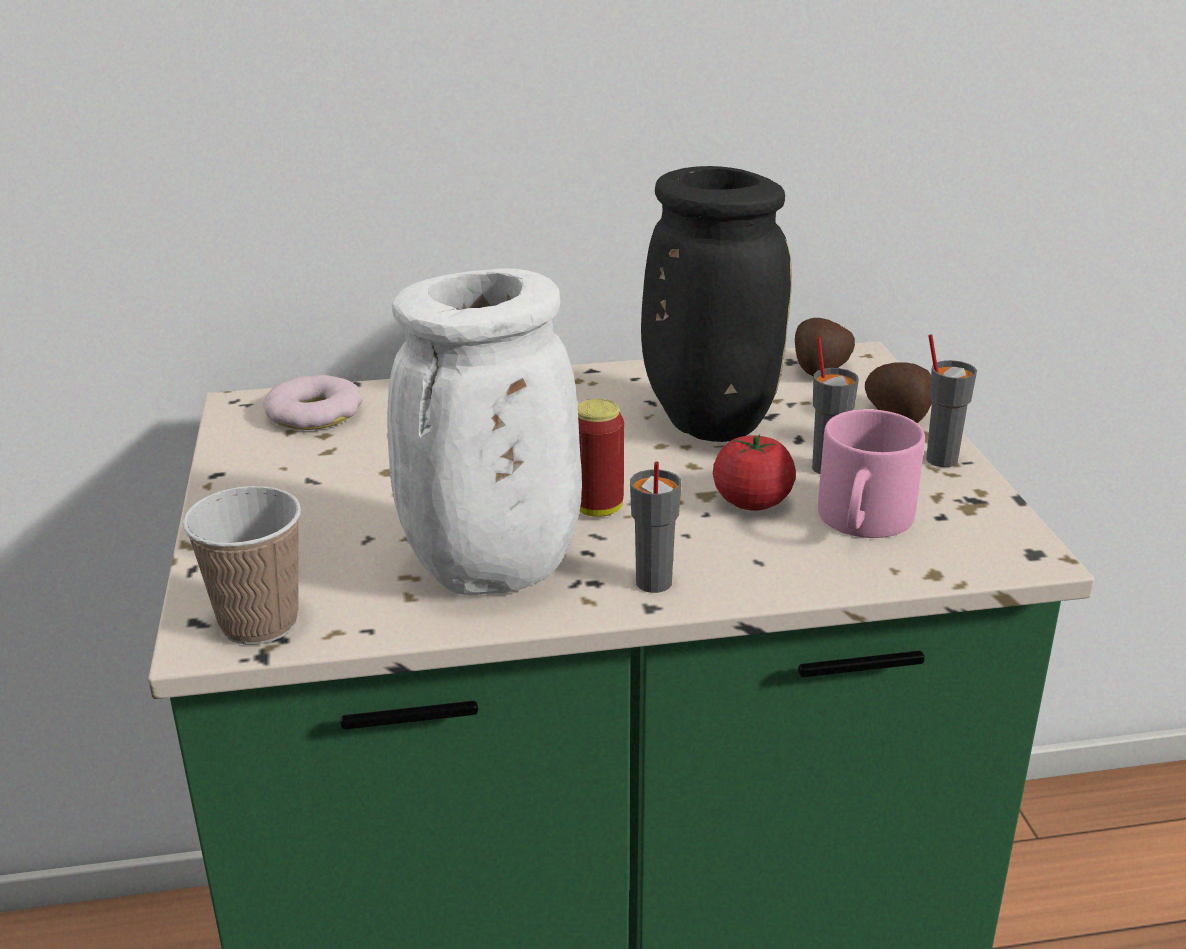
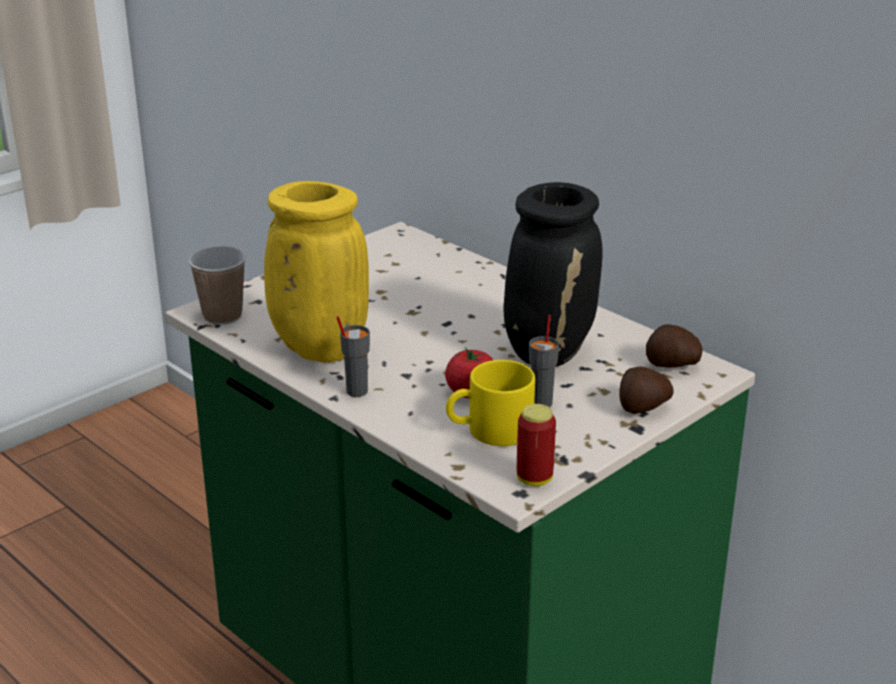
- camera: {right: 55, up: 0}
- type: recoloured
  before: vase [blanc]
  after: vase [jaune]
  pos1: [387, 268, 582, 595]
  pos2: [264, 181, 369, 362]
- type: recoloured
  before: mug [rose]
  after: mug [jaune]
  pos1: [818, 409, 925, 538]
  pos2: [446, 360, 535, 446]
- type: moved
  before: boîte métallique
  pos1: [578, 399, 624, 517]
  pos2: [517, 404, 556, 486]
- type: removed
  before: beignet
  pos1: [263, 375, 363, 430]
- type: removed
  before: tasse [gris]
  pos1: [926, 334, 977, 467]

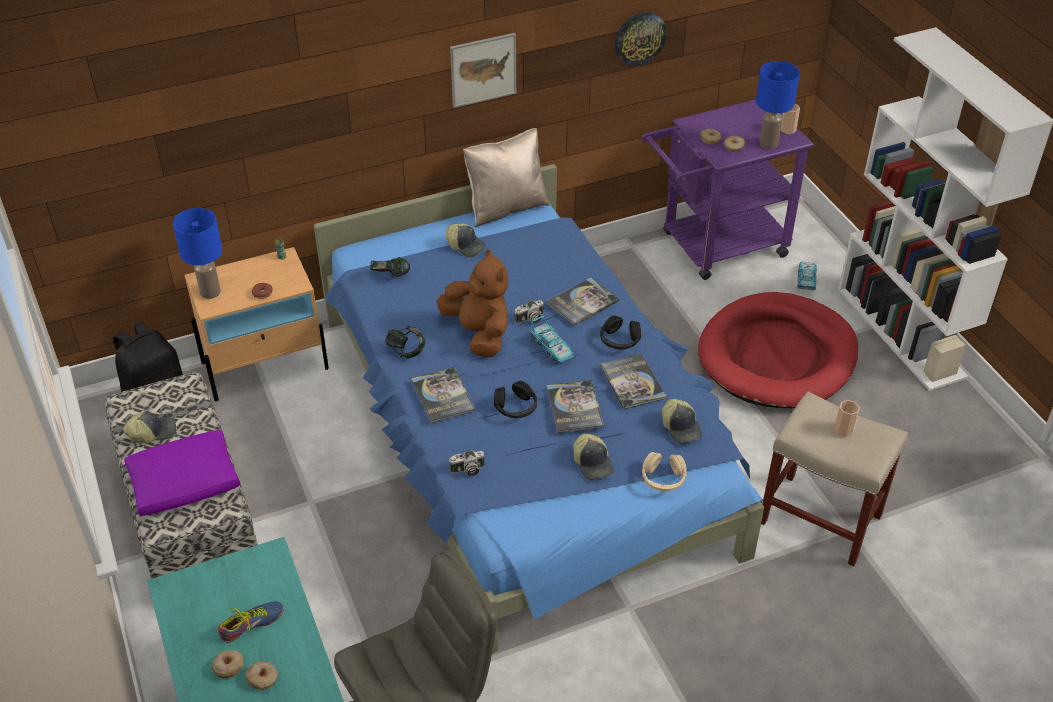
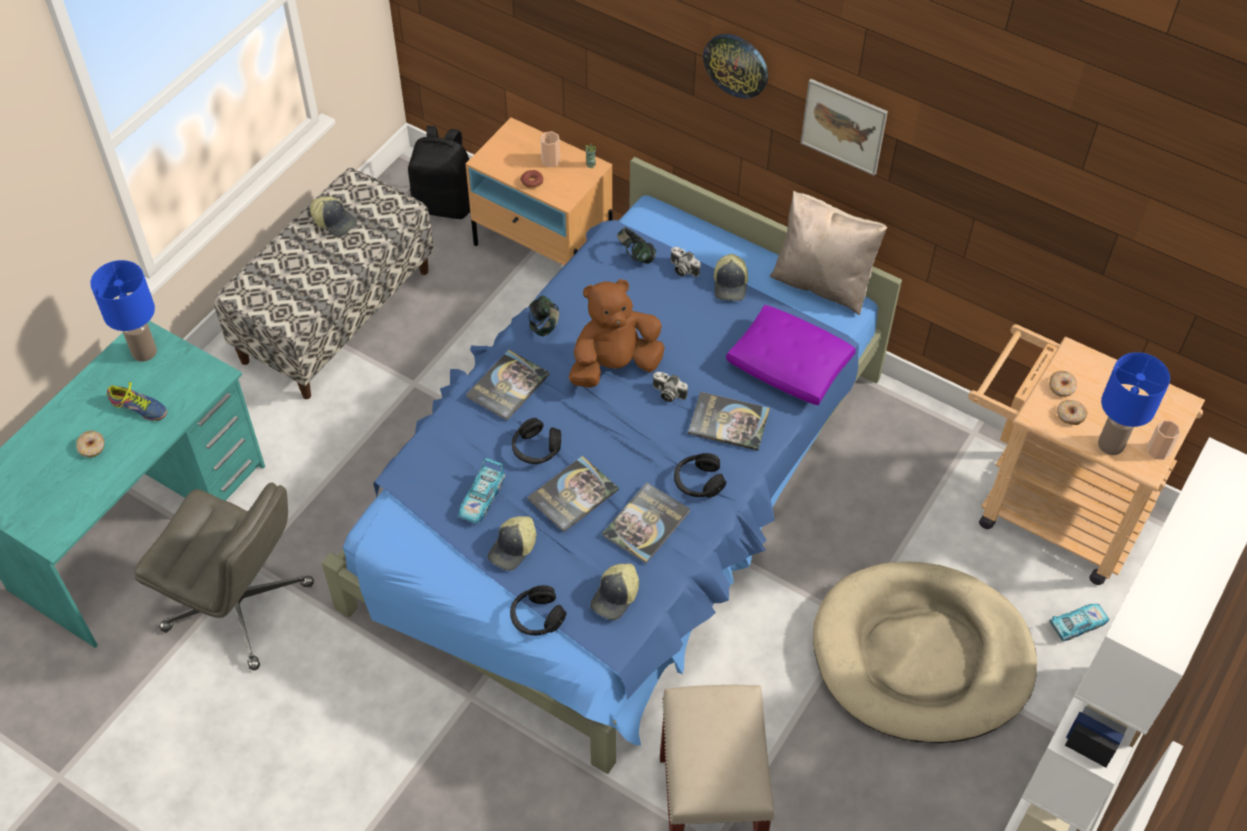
- camera: {right: 55, up: 10}
- type: moved
  before: lampe de table [bleu]
  pos1: [173, 208, 222, 299]
  pos2: [90, 260, 157, 362]
- type: moved
  before: petite voiture
  pos1: [530, 315, 574, 363]
  pos2: [458, 458, 506, 524]
- type: recoloured
  before: casque audio [beige]
  after: casque audio [noir]
  pos1: [642, 452, 687, 491]
  pos2: [510, 585, 567, 636]
- type: moved
  before: tasse
  pos1: [834, 400, 860, 437]
  pos2: [541, 131, 560, 167]
- type: turned
  before: peluche [marron]
  pos1: [437, 250, 508, 357]
  pos2: [569, 279, 665, 388]
  turn: -135
- type: moved
  before: appareil photo
  pos1: [449, 450, 485, 476]
  pos2: [671, 247, 701, 277]
- type: moved
  before: horloge murale
  pos1: [614, 12, 667, 66]
  pos2: [703, 34, 768, 99]
- type: moved
  before: coussin [violet]
  pos1: [124, 430, 240, 516]
  pos2: [726, 305, 856, 405]
- type: recoloured
  before: panier pour chien [rouge]
  after: panier pour chien [beige]
  pos1: [698, 292, 858, 408]
  pos2: [813, 561, 1037, 743]
- type: recoloured
  before: chariot [violet]
  after: chariot [beige]
  pos1: [641, 99, 814, 280]
  pos2: [968, 324, 1205, 585]
- type: removed
  before: beignet
  pos1: [212, 650, 243, 678]

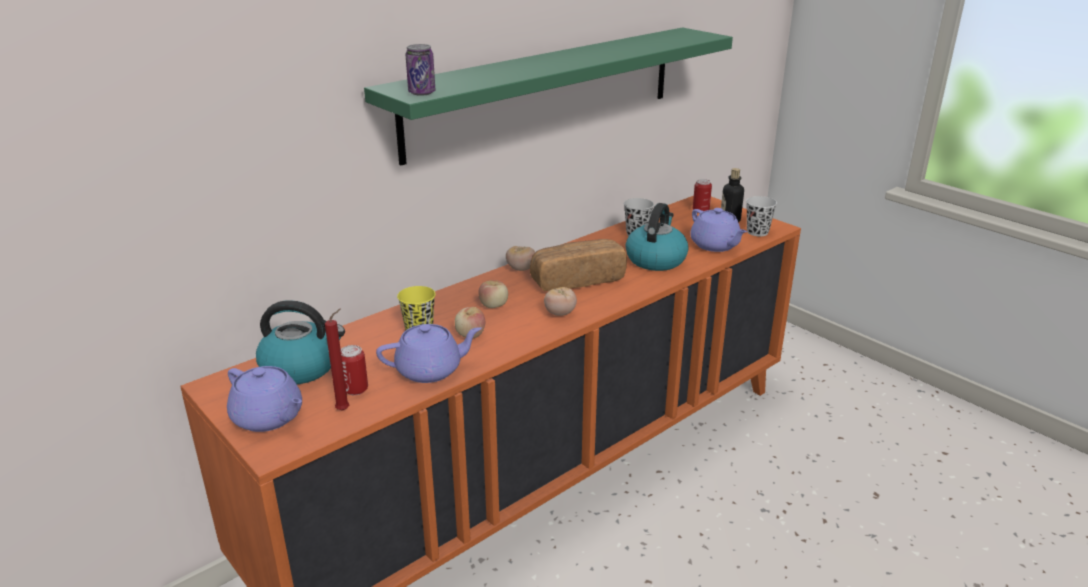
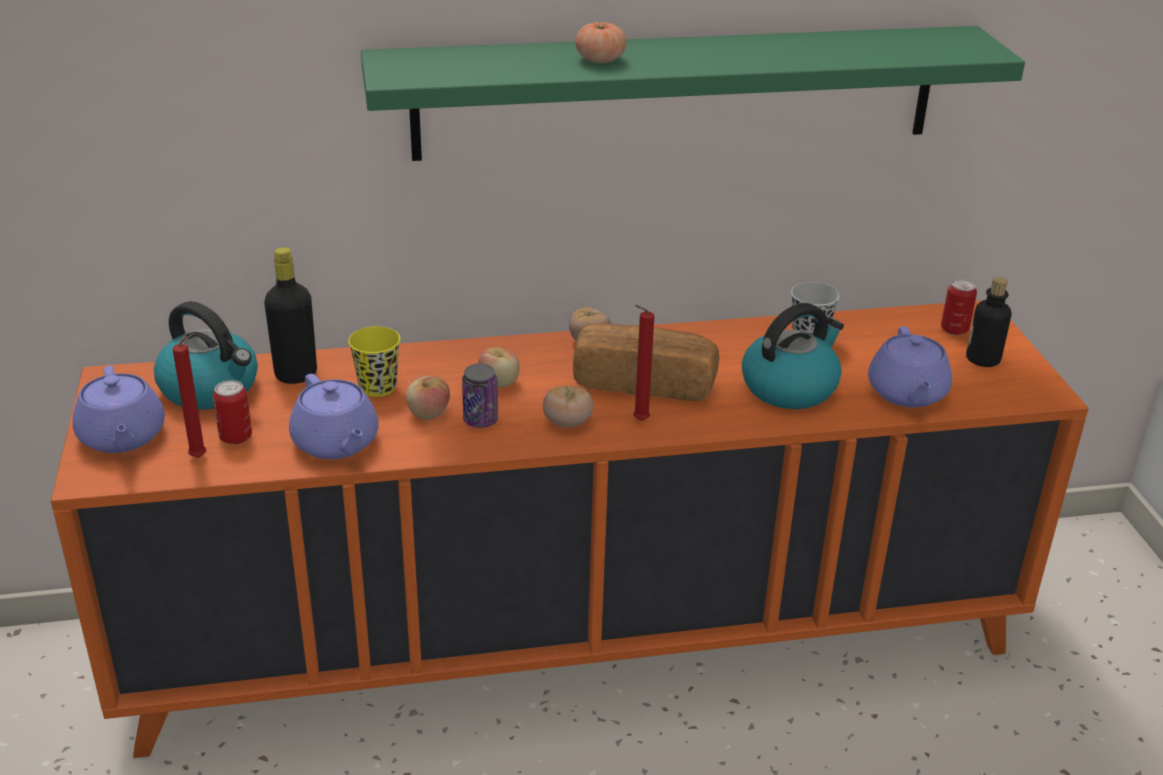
- camera: {right: 30, up: 5}
- type: added
  after: bouteille [noir]
  pos2: [264, 247, 317, 384]
- type: turned
  before: théière [violet]
  pos1: [376, 324, 482, 383]
  pos2: [289, 374, 378, 459]
  turn: 45
- type: moved
  before: boîte métallique
  pos1: [406, 44, 435, 96]
  pos2: [462, 363, 498, 428]
- type: added
  after: tomate
  pos2: [575, 22, 626, 63]
- type: added
  after: bougie [rouge]
  pos2: [633, 305, 654, 421]
- type: removed
  before: tasse [noir]
  pos1: [746, 196, 777, 237]

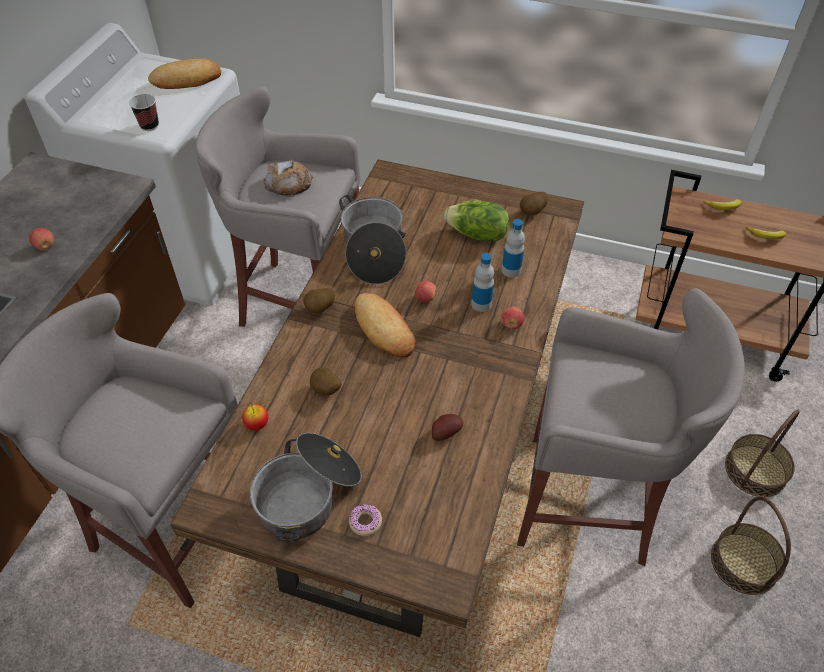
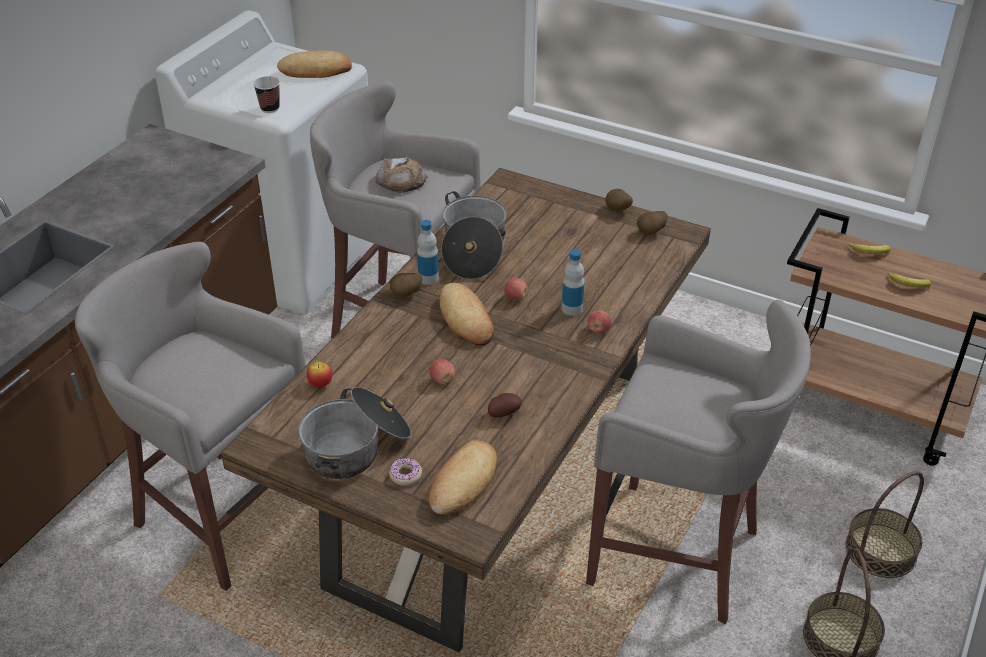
- camera: {right: 10, up: -10}
- type: moved
  before: bouteille
  pos1: [502, 219, 525, 278]
  pos2: [417, 220, 439, 285]
- type: moved
  before: pomme
  pos1: [29, 228, 54, 250]
  pos2: [429, 359, 455, 384]
- type: added
  after: pain
  pos2: [429, 440, 497, 515]
- type: moved
  before: pomme de terre
  pos1: [310, 367, 342, 395]
  pos2: [605, 189, 633, 211]
- type: removed
  before: laitue
  pos1: [444, 200, 509, 241]

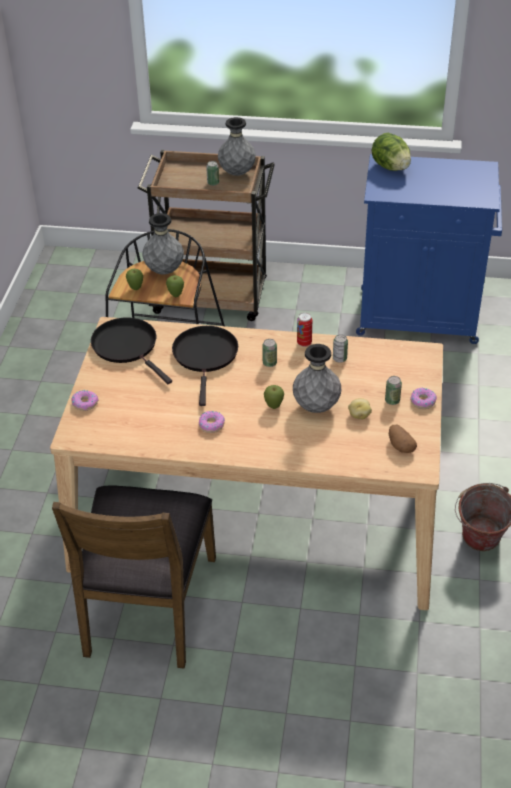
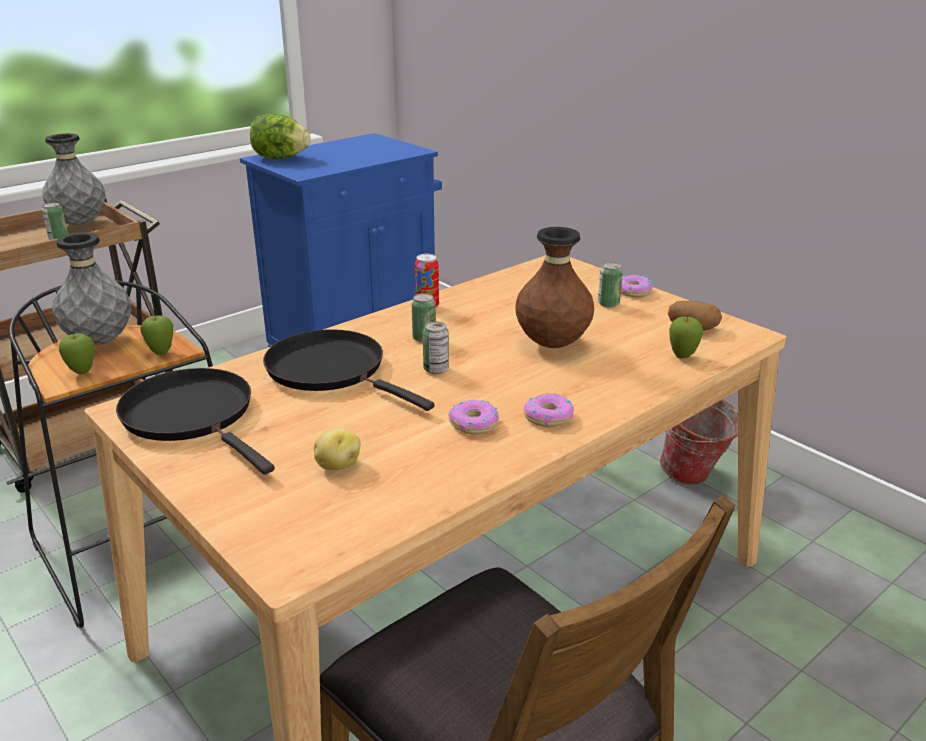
- camera: {right: -50, up: -15}
- type: turned
  before: poêle [noir]
  pos1: [91, 317, 172, 384]
  pos2: [116, 368, 275, 475]
  turn: 45
- type: moved
  before: pomme de terre
  pos1: [348, 398, 372, 419]
  pos2: [314, 428, 360, 470]
- type: moved
  before: boîte métallique
  pos1: [333, 334, 348, 363]
  pos2: [423, 322, 449, 374]
- type: recoloured
  before: vase [gris]
  after: vase [marron]
  pos1: [293, 344, 341, 413]
  pos2: [515, 227, 594, 348]
- type: moved
  before: beignet
  pos1: [71, 390, 99, 411]
  pos2: [524, 393, 574, 427]
- type: moved
  before: pomme
  pos1: [264, 385, 284, 409]
  pos2: [669, 317, 703, 359]

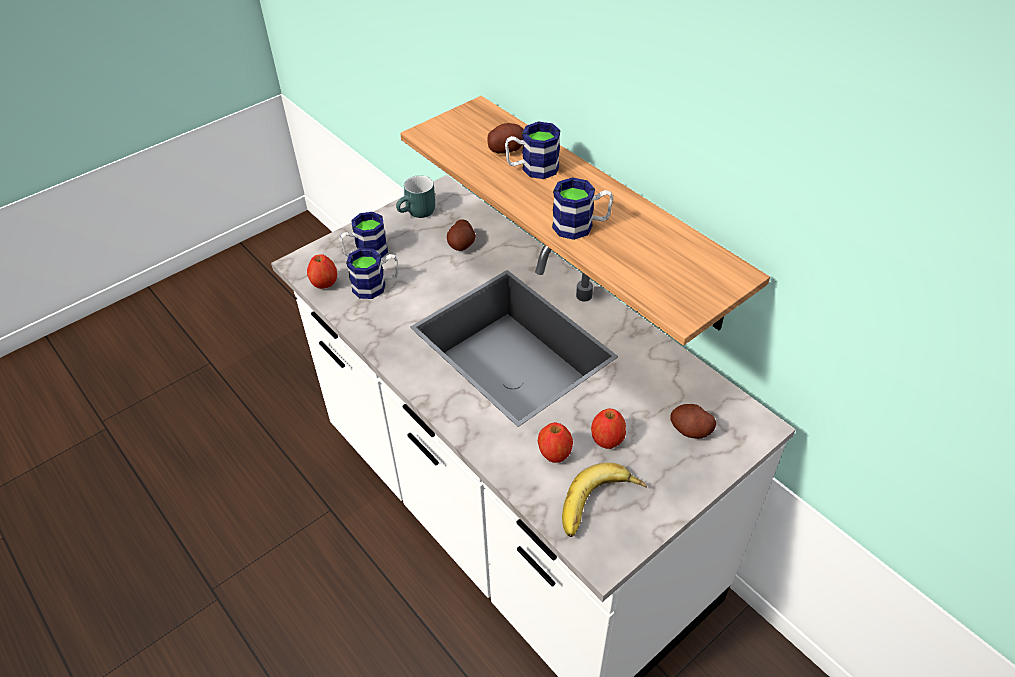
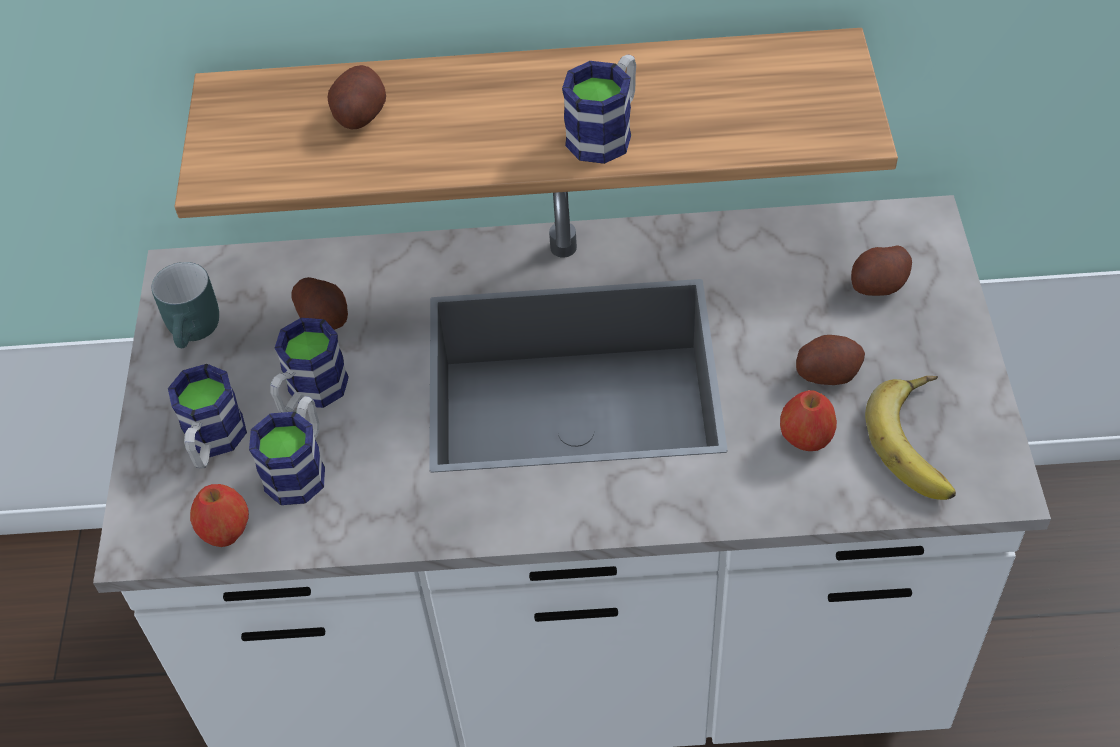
- camera: {right: -50, up: 5}
- type: moved
  before: mug
  pos1: [505, 122, 561, 179]
  pos2: [270, 318, 349, 413]
- type: replaced
  before: pomme
  after: pomme de terre
  pos1: [591, 408, 626, 449]
  pos2: [796, 335, 865, 385]

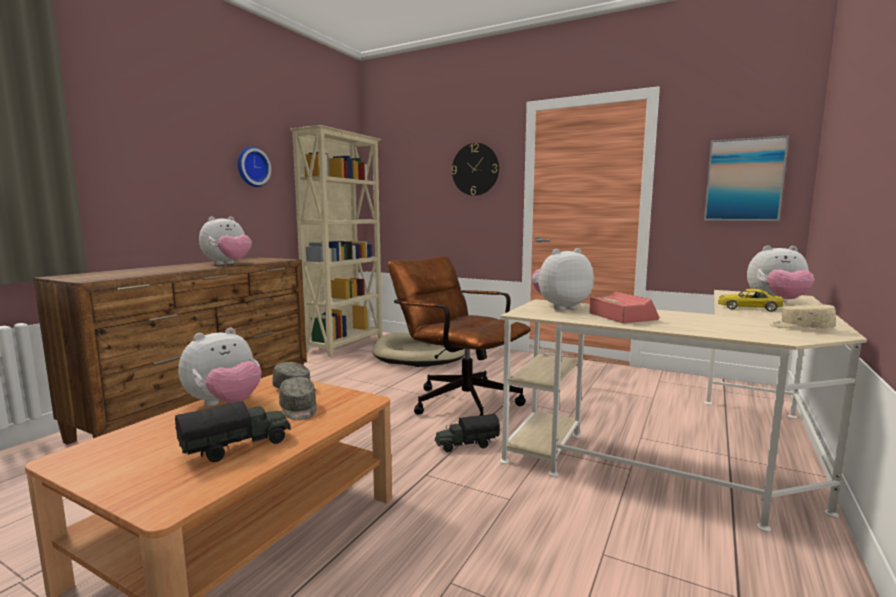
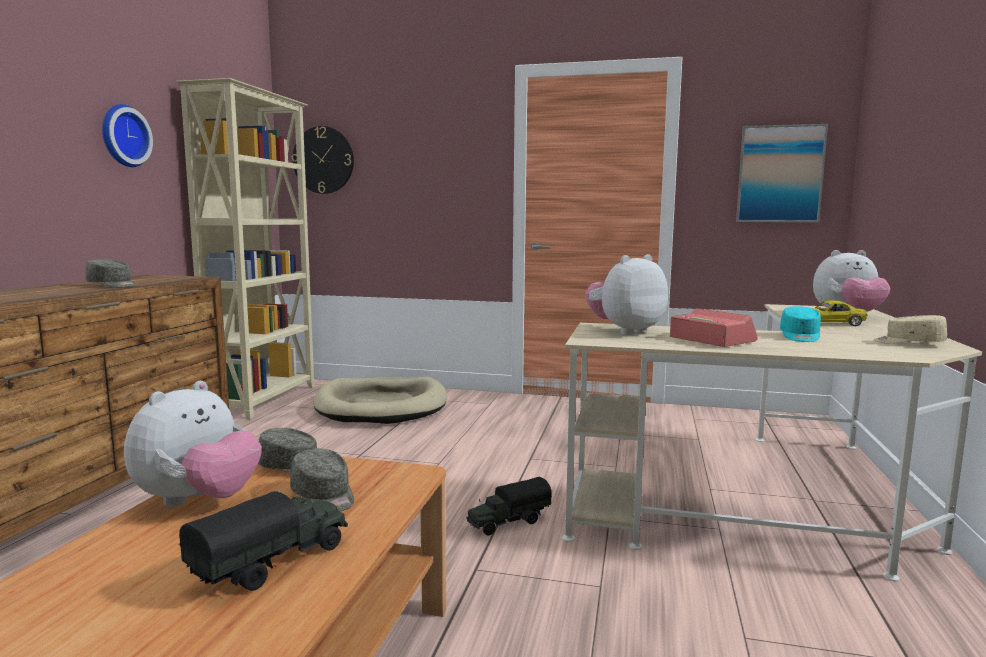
- camera: {right: -15, up: 0}
- type: replaced
  before: peluche
  after: casquette [gris]
  pos1: [199, 216, 252, 265]
  pos2: [85, 259, 137, 288]
- type: moved
  before: horloge murale
  pos1: [452, 143, 499, 196]
  pos2: [292, 126, 354, 194]
- type: added
  after: casquette [turquoise]
  pos2: [780, 306, 821, 342]
- type: removed
  before: chaise de bureau [marron]
  pos1: [388, 256, 531, 416]

